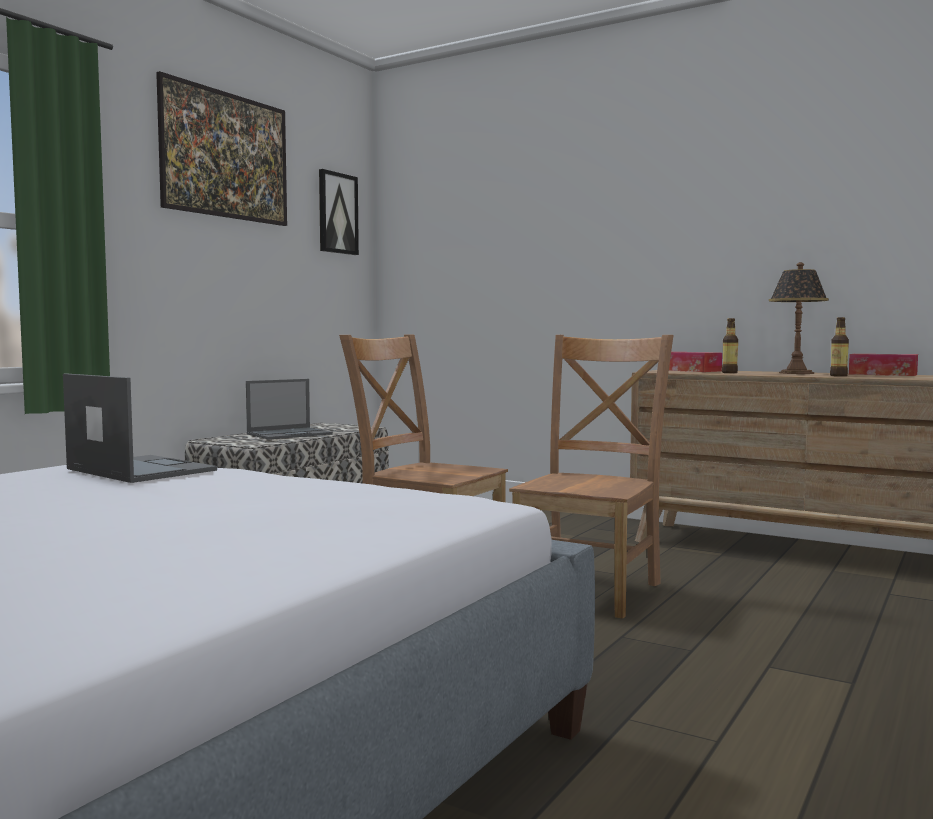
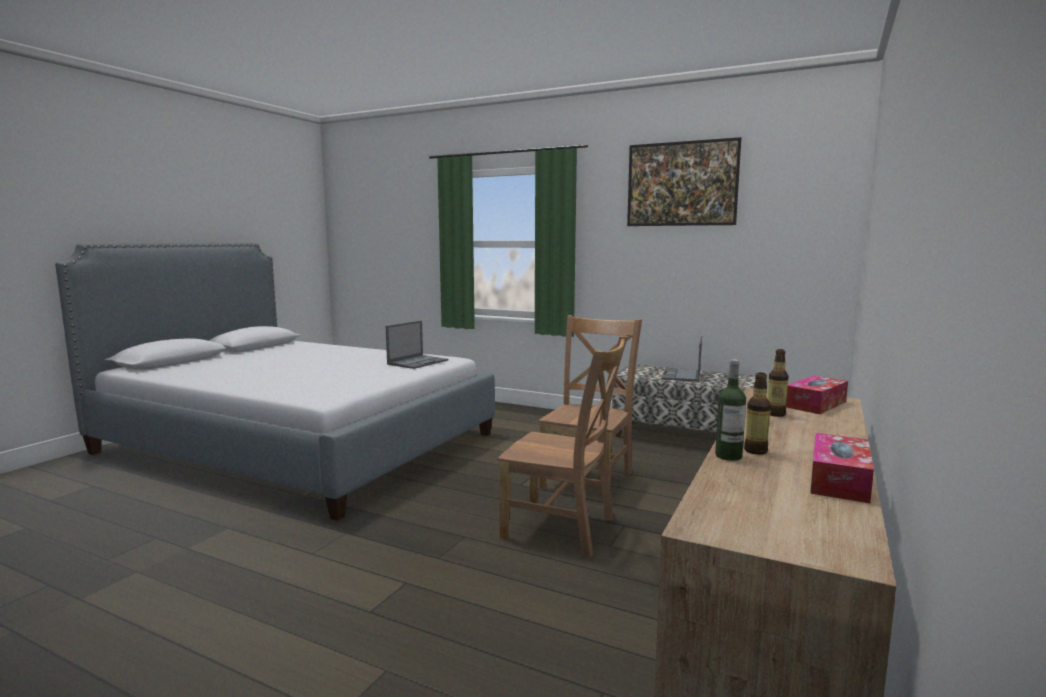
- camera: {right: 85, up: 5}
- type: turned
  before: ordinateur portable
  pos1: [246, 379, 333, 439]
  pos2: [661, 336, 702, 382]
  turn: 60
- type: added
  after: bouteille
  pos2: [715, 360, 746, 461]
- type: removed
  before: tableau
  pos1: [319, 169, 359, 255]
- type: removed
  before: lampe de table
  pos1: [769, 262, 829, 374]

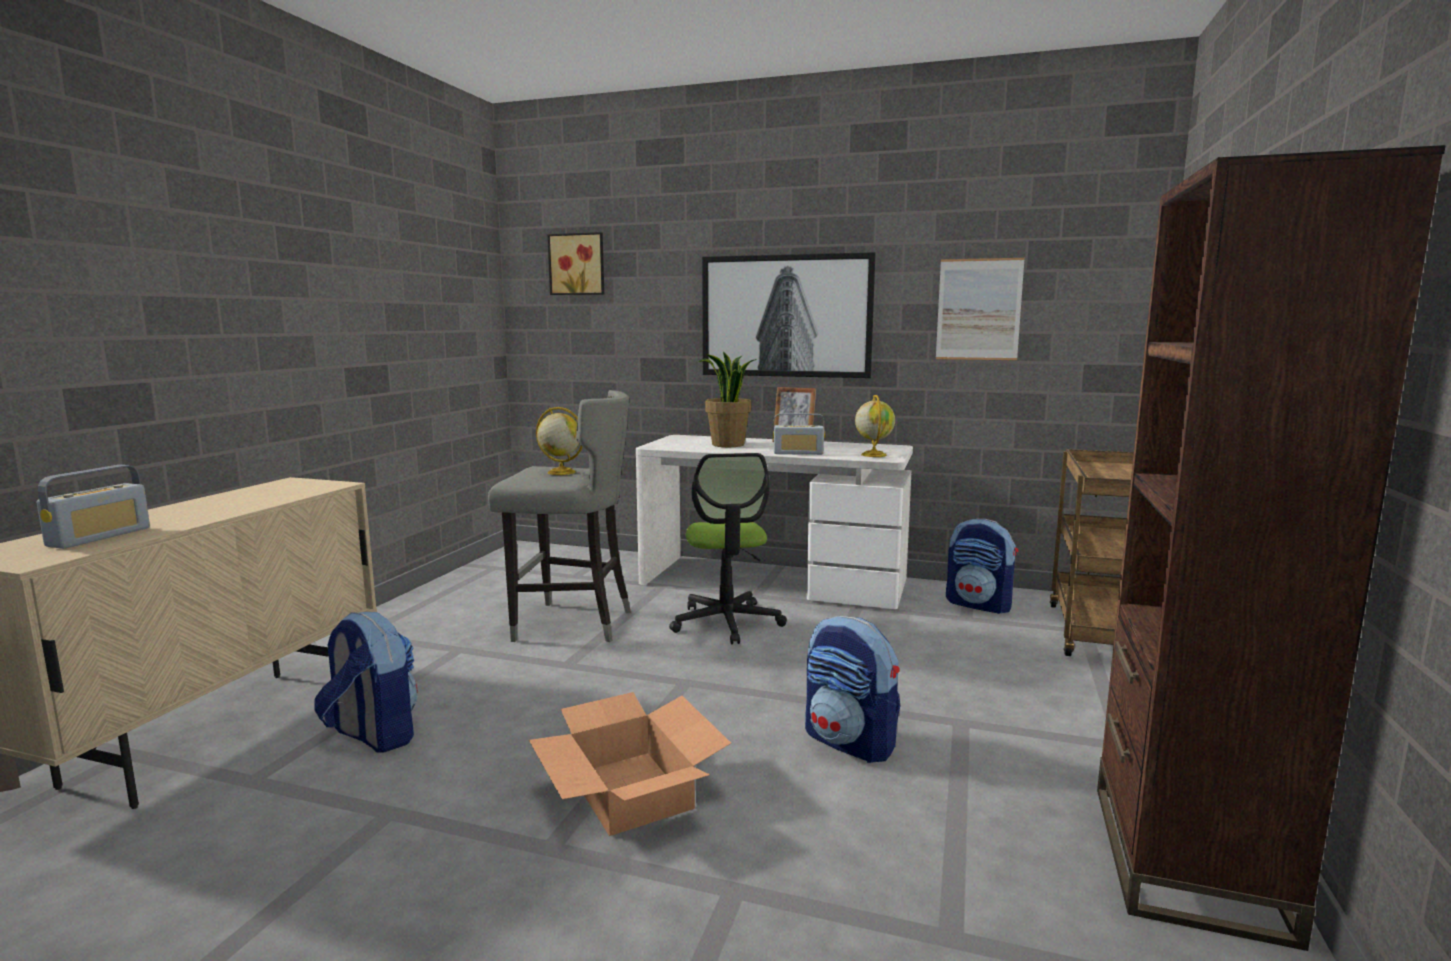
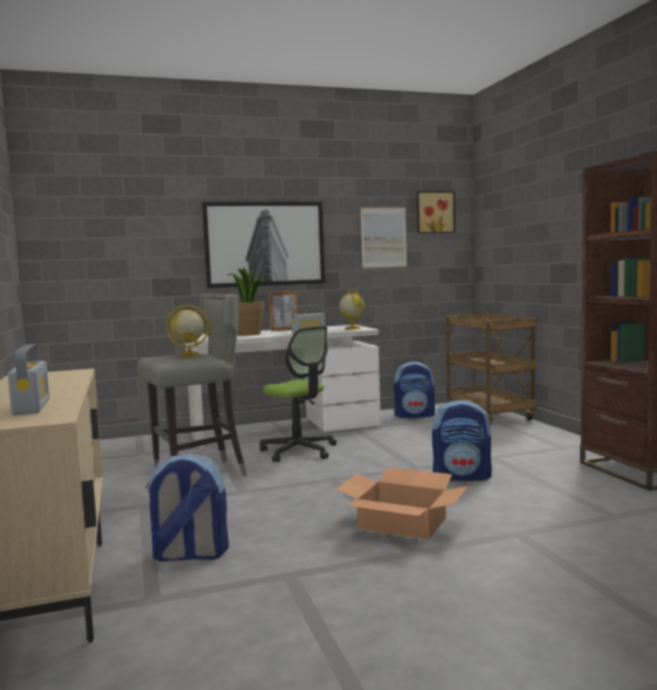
- camera: {right: -35, up: -5}
- type: moved
  before: tableau
  pos1: [547, 232, 604, 295]
  pos2: [417, 191, 455, 233]

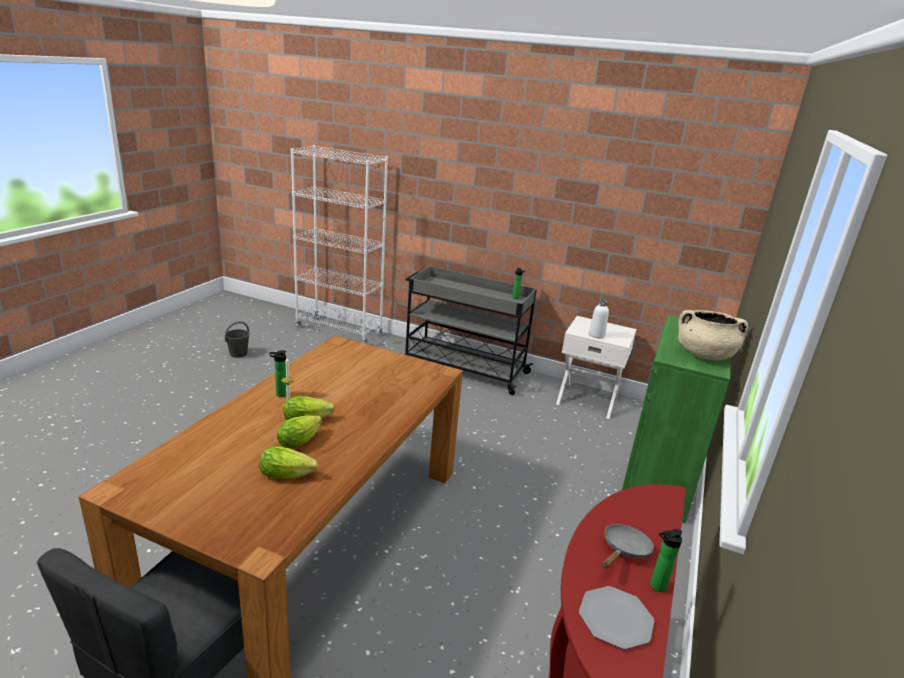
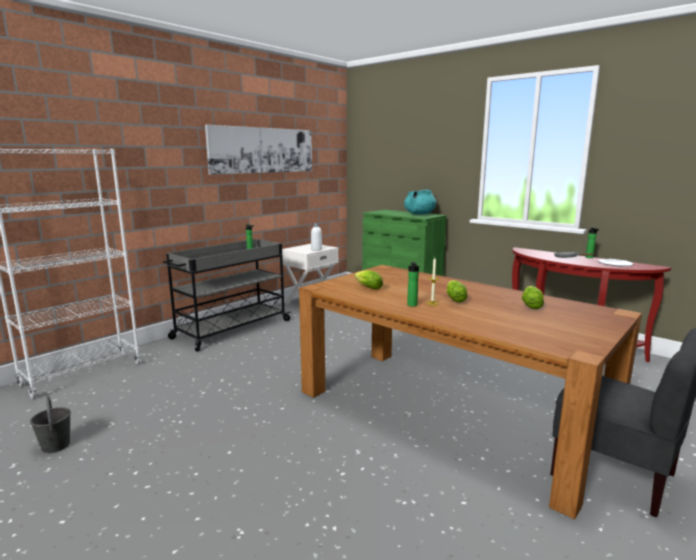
- camera: {right: -70, up: -10}
- type: added
  after: tableau
  pos2: [205, 125, 312, 175]
- type: moved
  before: laitue
  pos1: [277, 415, 322, 448]
  pos2: [354, 270, 383, 289]
- type: recoloured
  before: marmite [beige]
  after: marmite [turquoise]
  pos1: [678, 310, 748, 360]
  pos2: [404, 190, 436, 215]

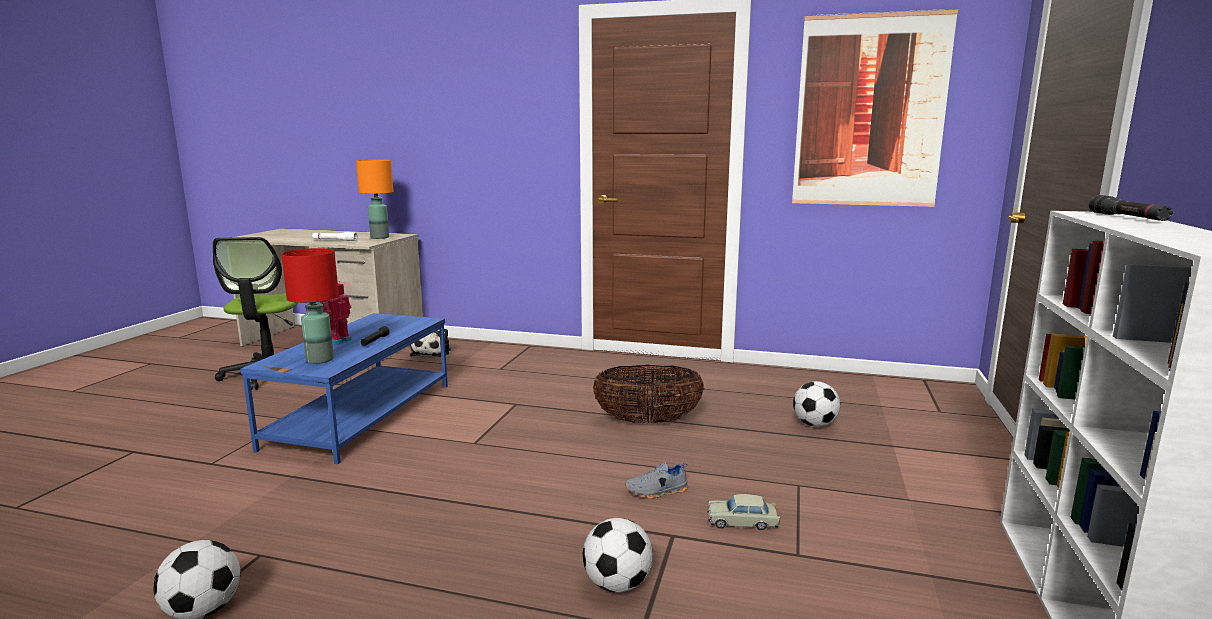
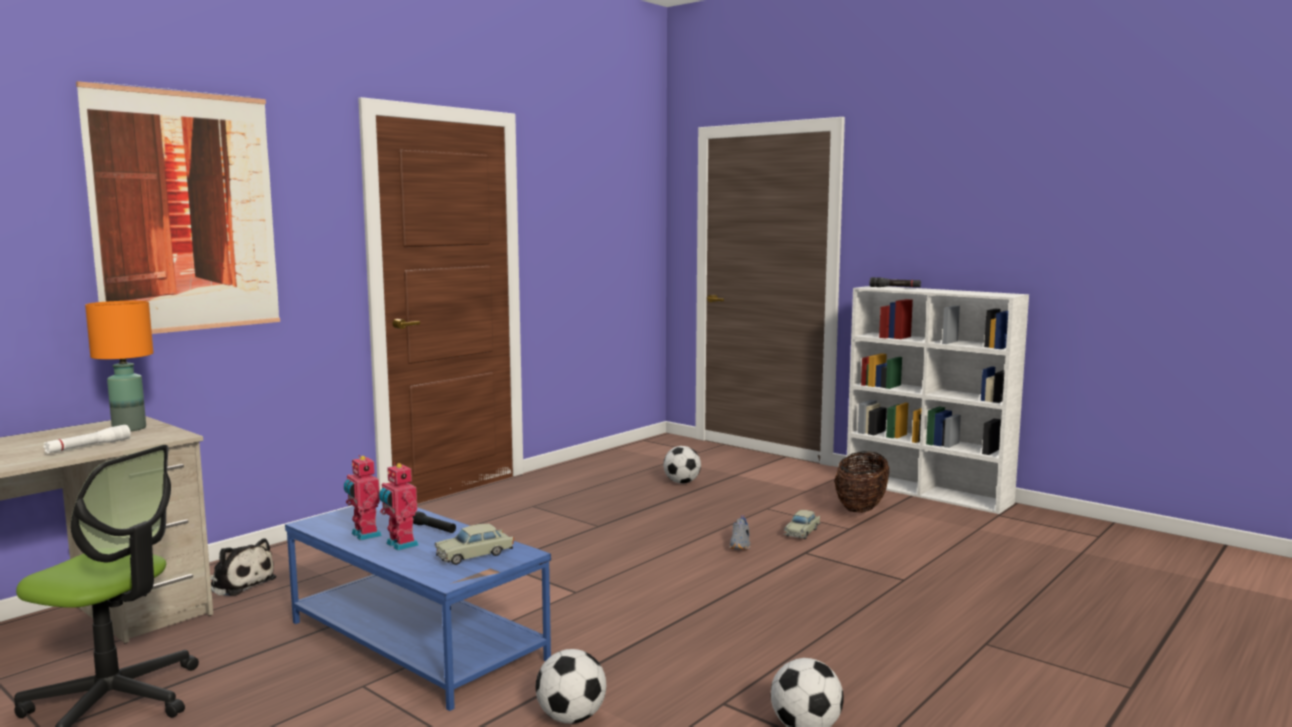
- camera: {right: -65, up: -5}
- type: moved
  before: tableau
  pos1: [792, 9, 958, 207]
  pos2: [76, 81, 280, 334]
- type: added
  after: robot jouet
  pos2: [344, 455, 382, 541]
- type: replaced
  before: lampe de table [rouge]
  after: petite voiture [beige]
  pos1: [281, 248, 339, 364]
  pos2: [435, 524, 514, 565]
- type: moved
  before: ballon de foot
  pos1: [583, 518, 653, 593]
  pos2: [536, 649, 606, 724]
- type: moved
  before: panier
  pos1: [593, 365, 705, 423]
  pos2: [834, 451, 890, 513]

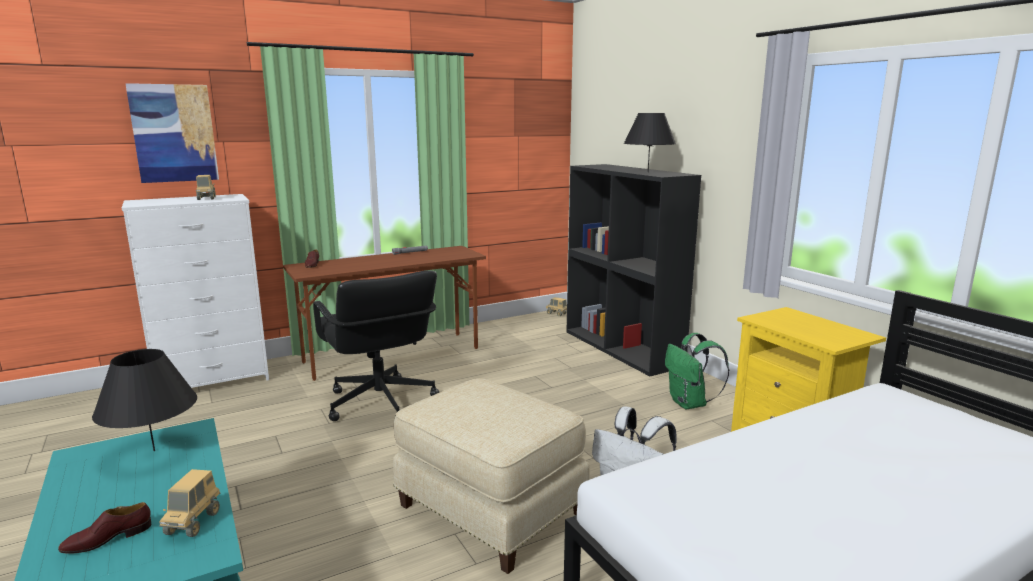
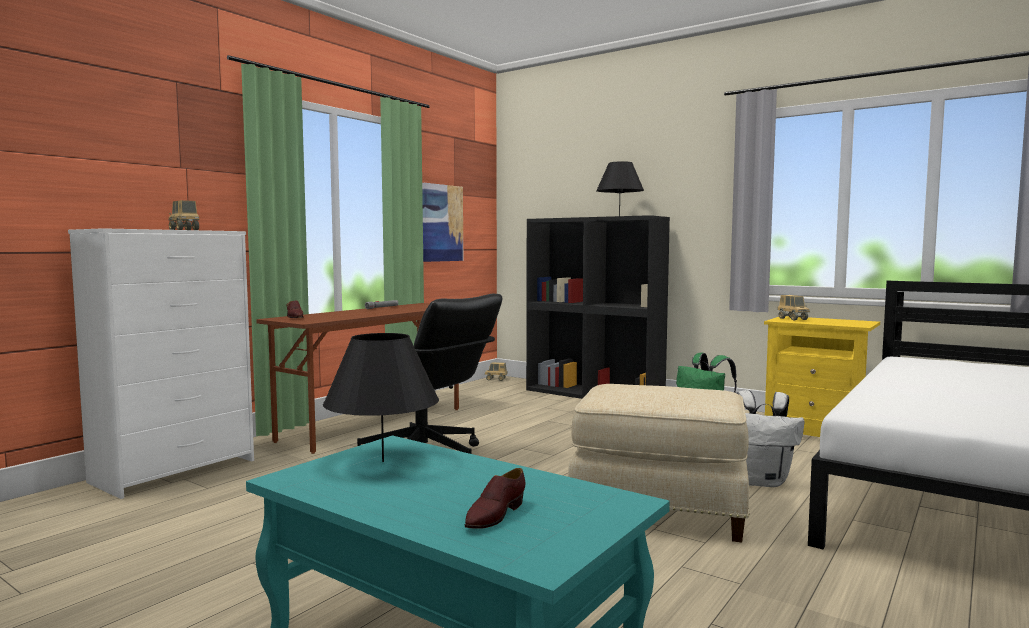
- camera: {right: -25, up: -10}
- type: moved
  before: tableau
  pos1: [125, 83, 219, 183]
  pos2: [422, 183, 463, 262]
- type: moved
  before: camion jouet
  pos1: [159, 469, 221, 537]
  pos2: [777, 295, 810, 320]

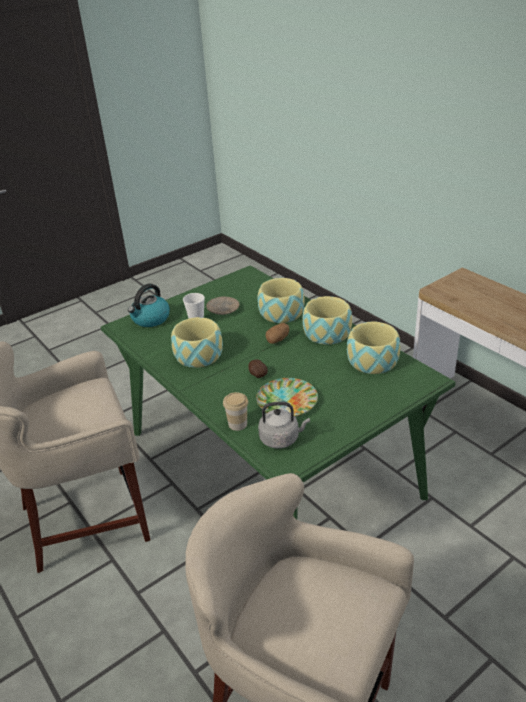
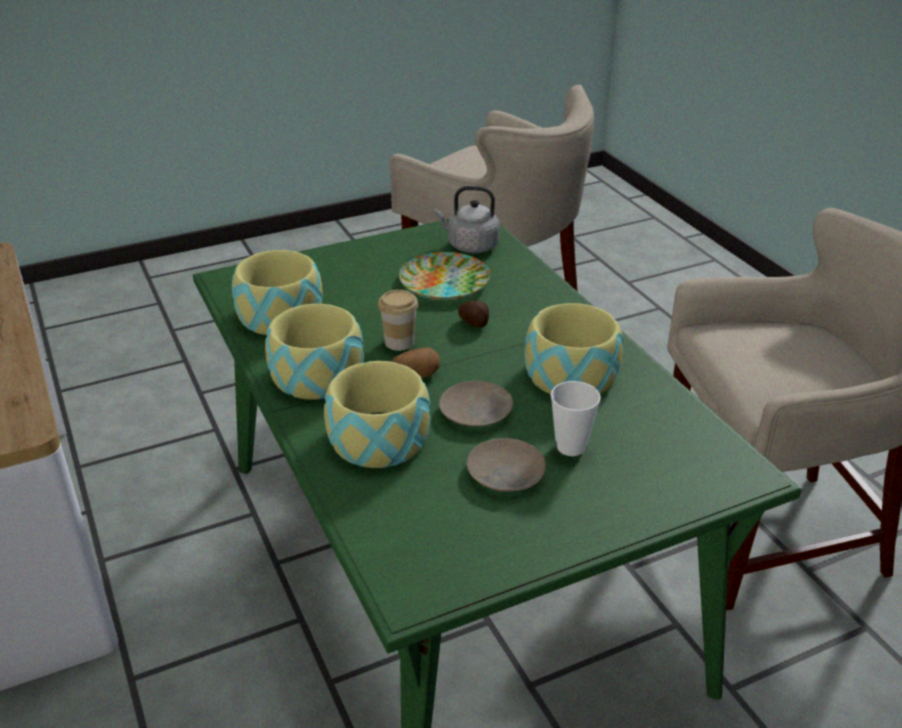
- camera: {right: -170, up: 0}
- type: moved
  before: tasse
  pos1: [223, 392, 248, 431]
  pos2: [378, 290, 418, 351]
- type: added
  after: assiette [beige]
  pos2: [439, 381, 513, 426]
- type: removed
  before: bouilloire
  pos1: [128, 284, 170, 327]

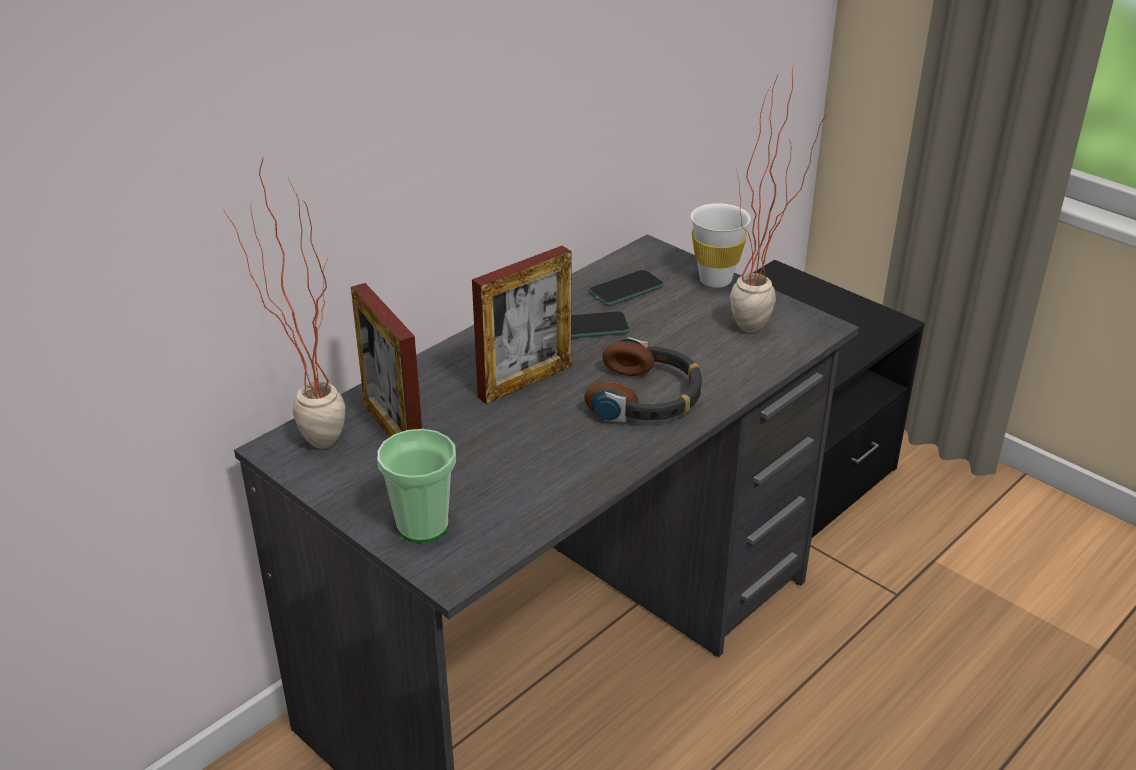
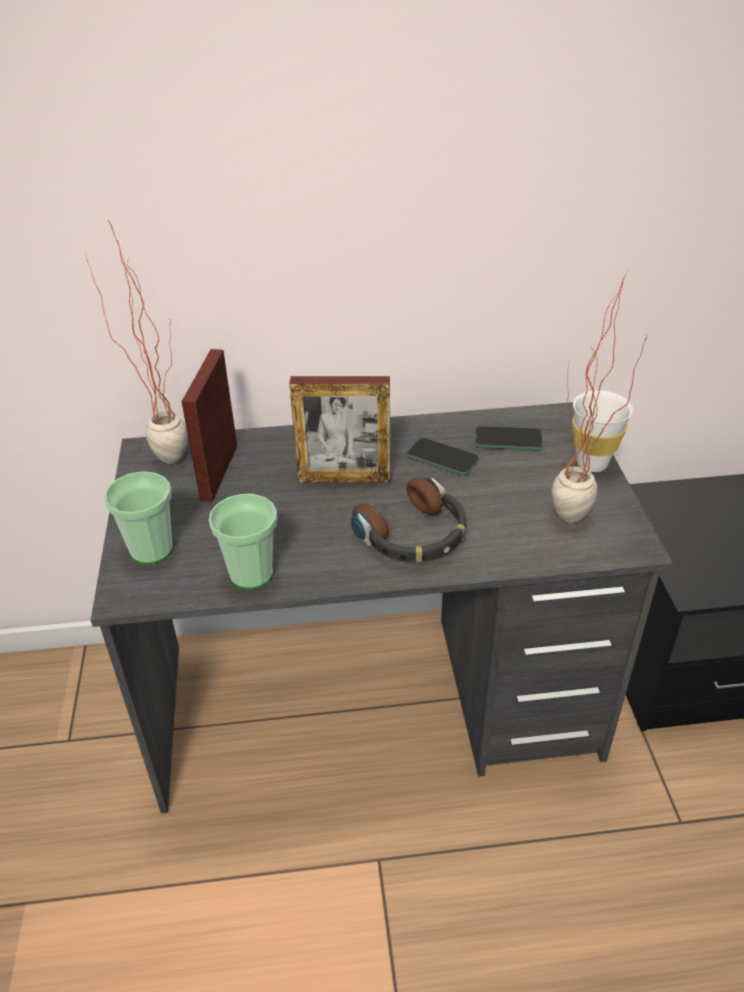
- camera: {right: 40, up: 5}
- type: added
  after: tasse
  pos2: [209, 494, 277, 589]

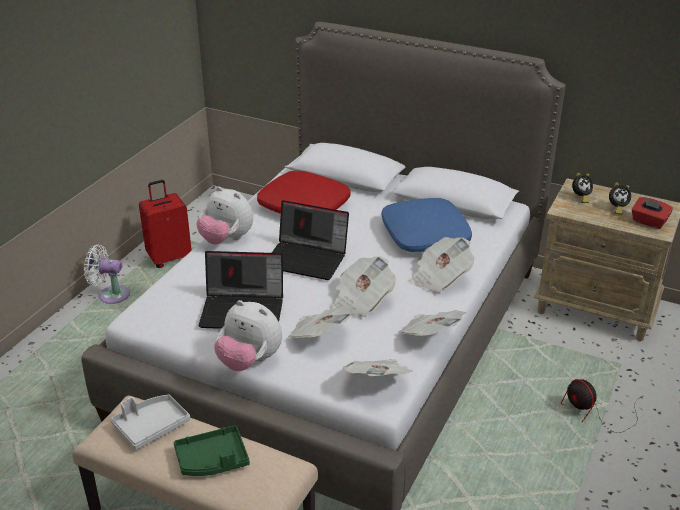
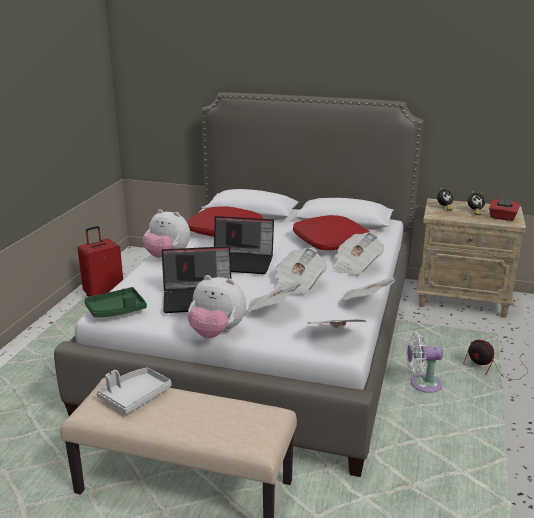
- camera: {right: -10, up: -10}
- type: moved
  before: plateau [vert]
  pos1: [174, 425, 250, 476]
  pos2: [84, 287, 147, 317]
- type: recoloured
  before: coussin [bleu]
  after: coussin [rouge]
  pos1: [382, 198, 472, 252]
  pos2: [293, 215, 369, 250]
- type: moved
  before: ventilateur [blanc]
  pos1: [84, 245, 130, 304]
  pos2: [406, 332, 443, 393]

